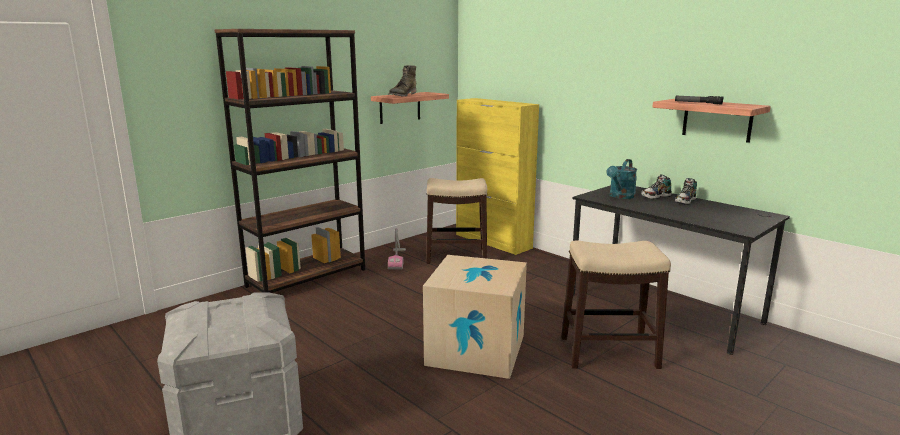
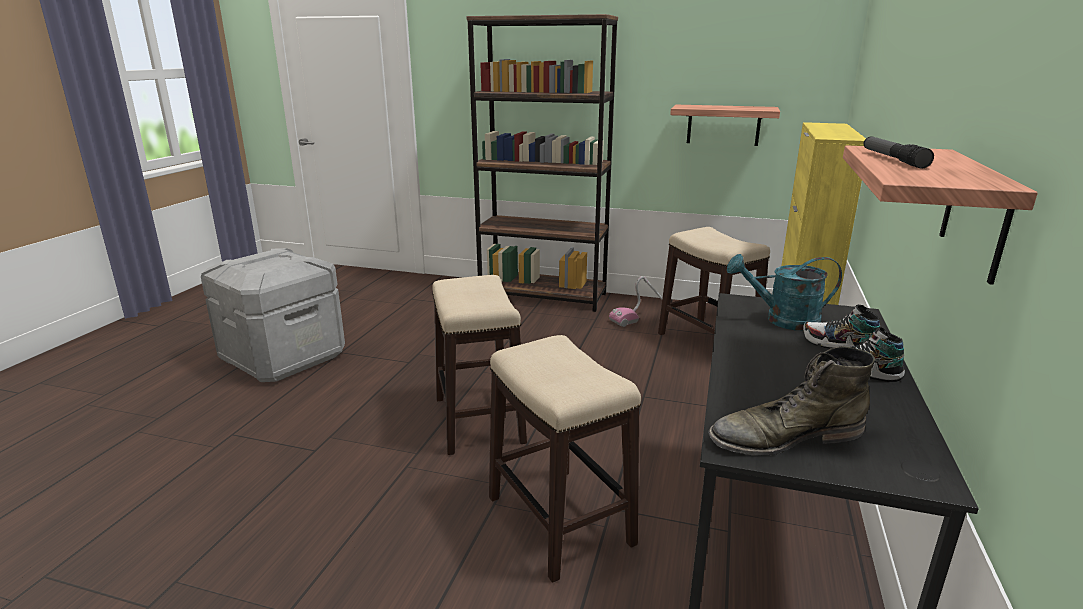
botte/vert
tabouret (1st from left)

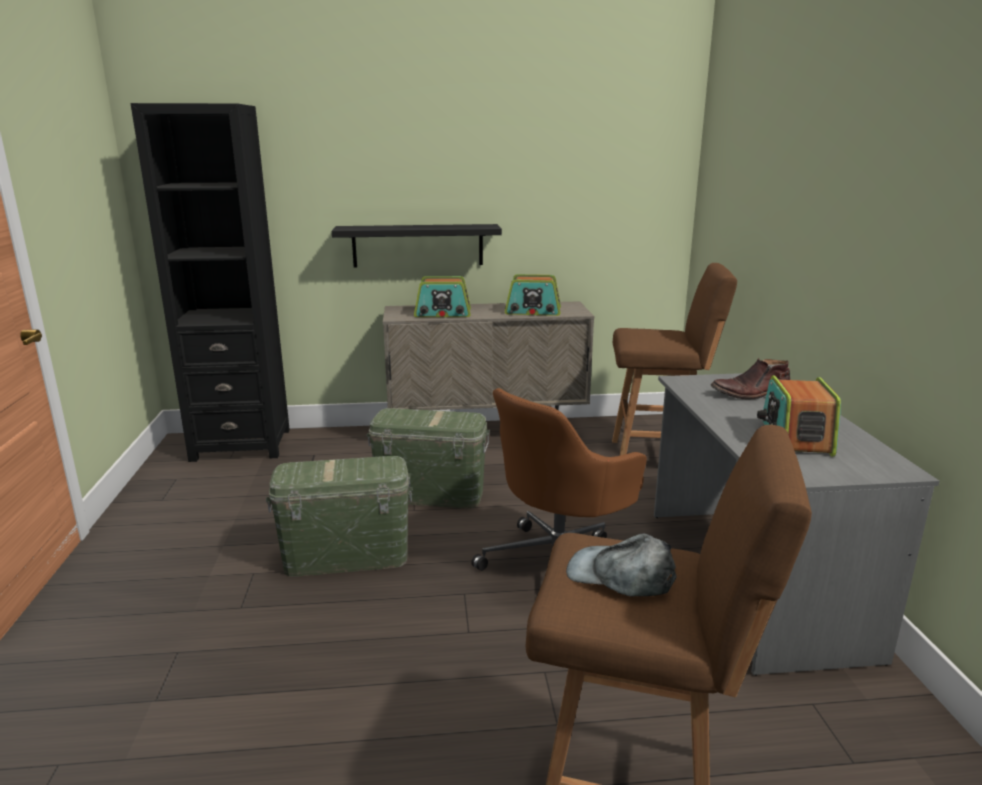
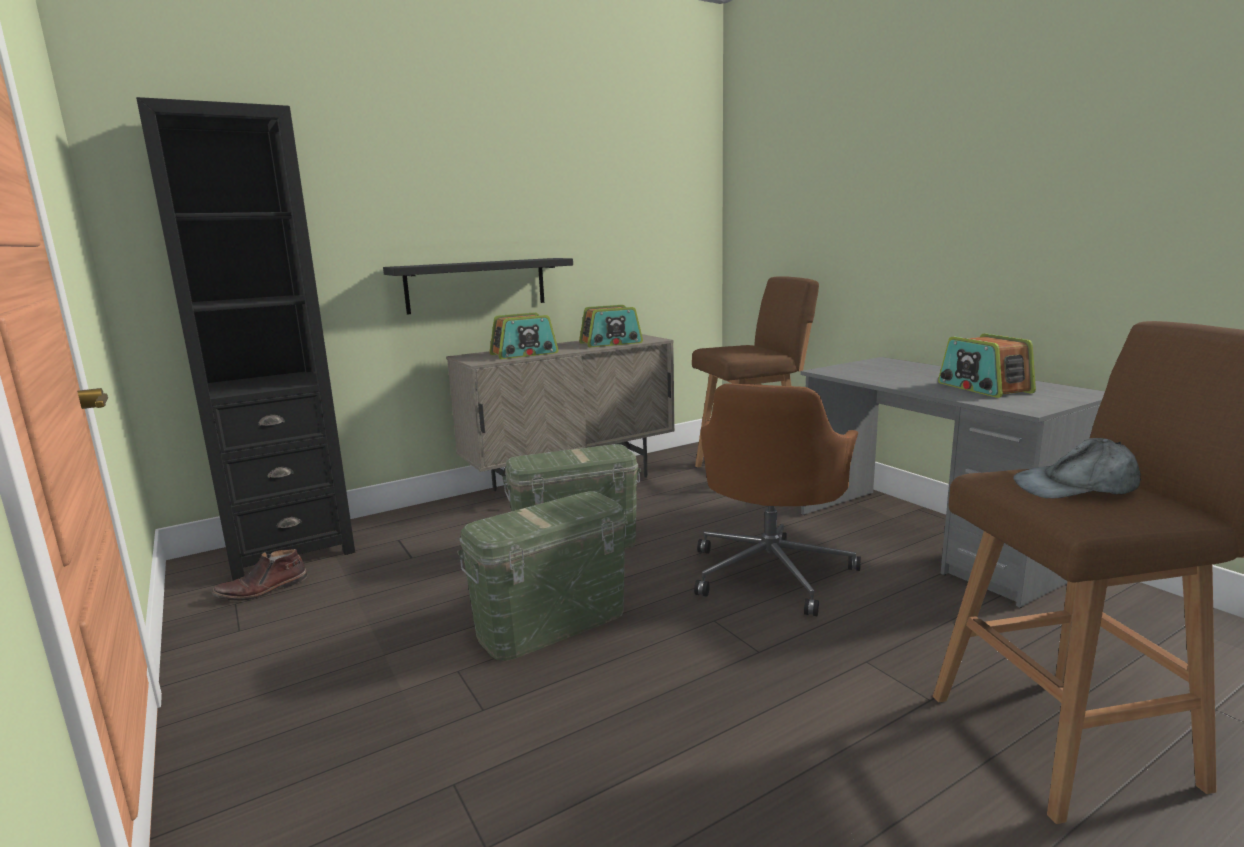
botte/marron

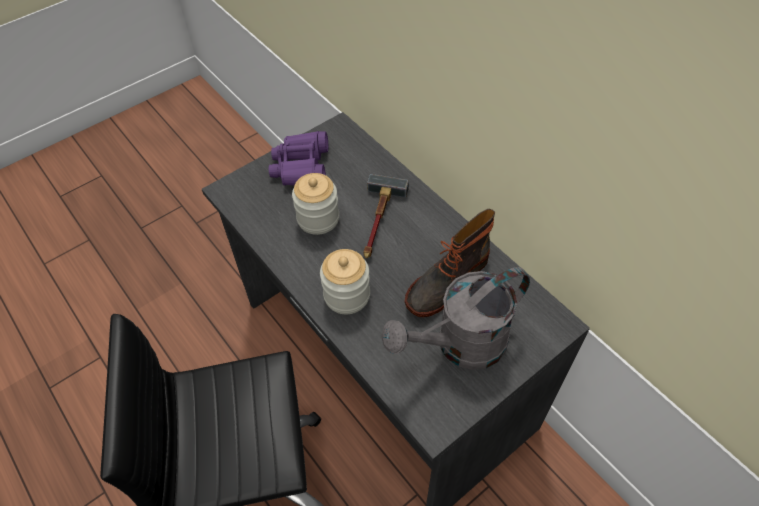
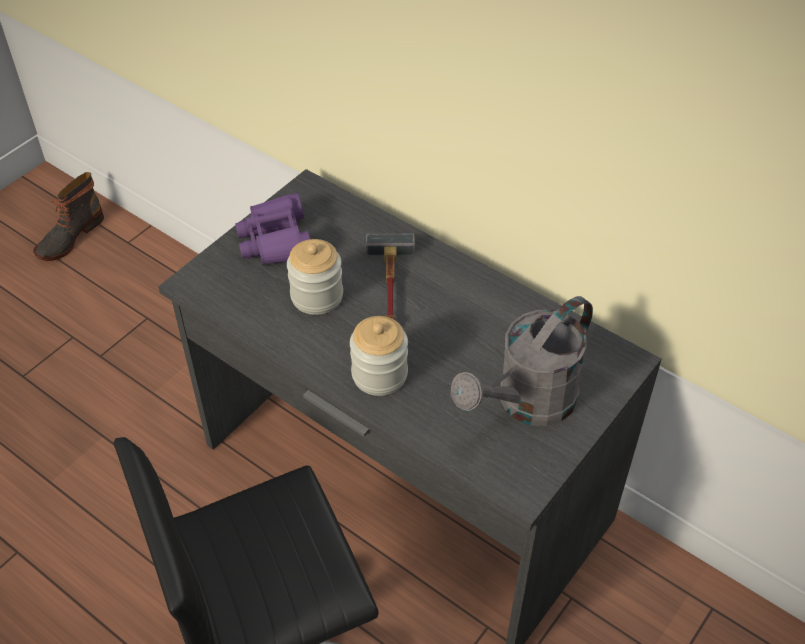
botte

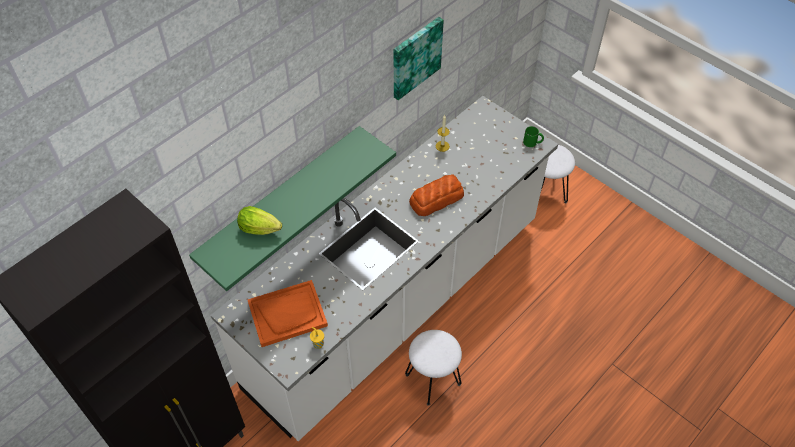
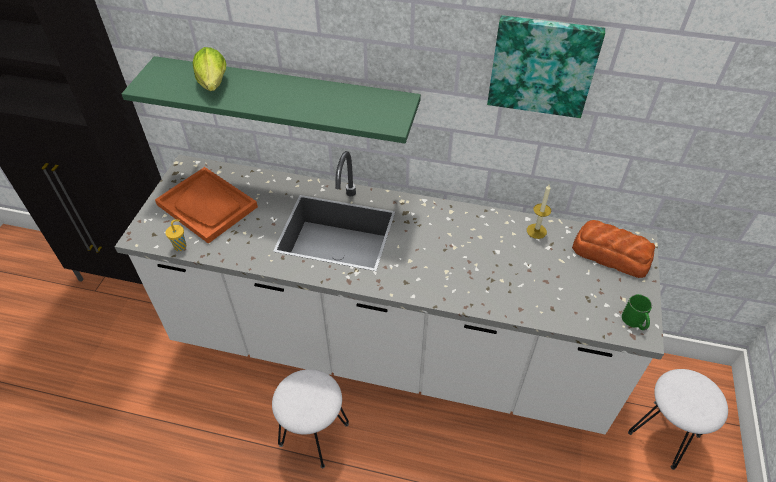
pain

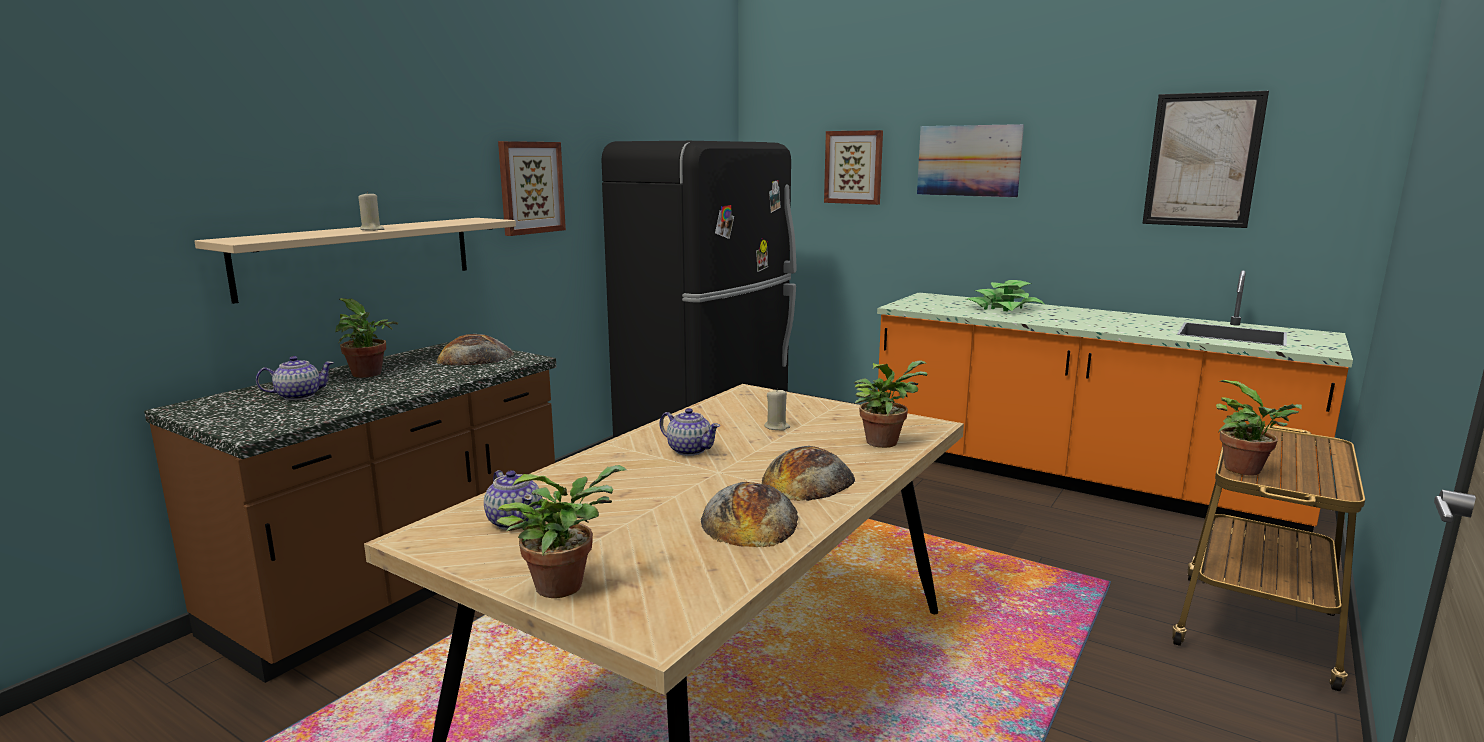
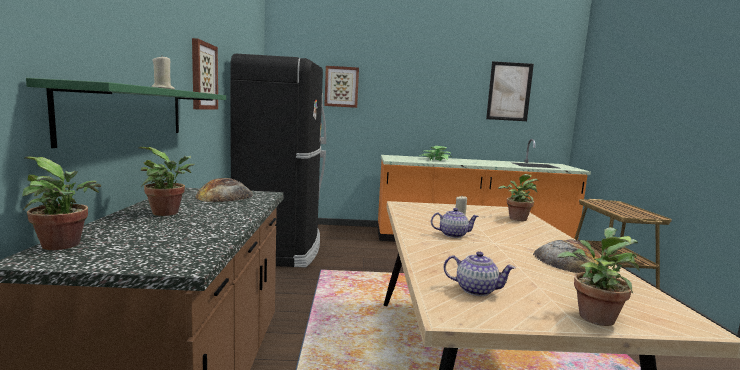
théière (1st from left in the first image)
pain (3rd from left in the first image)
tableau (3rd from left in the first image)
plante en pot (1st from left)
étagère/vert

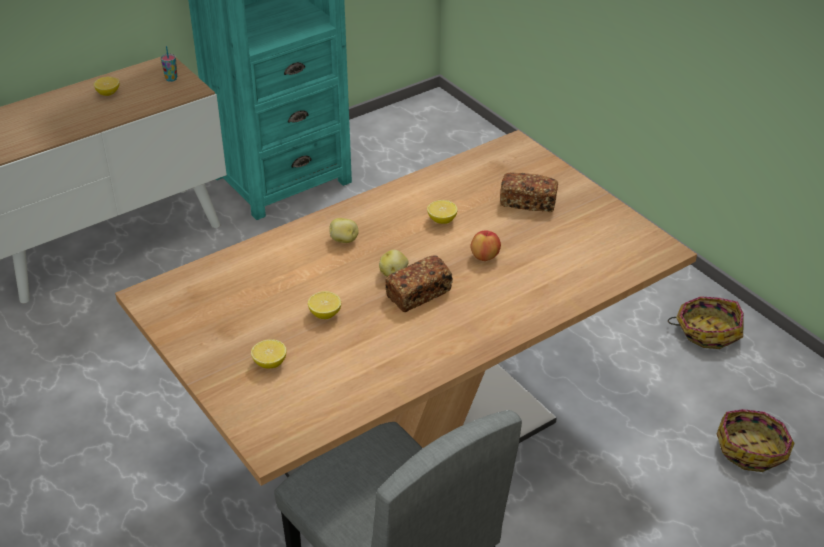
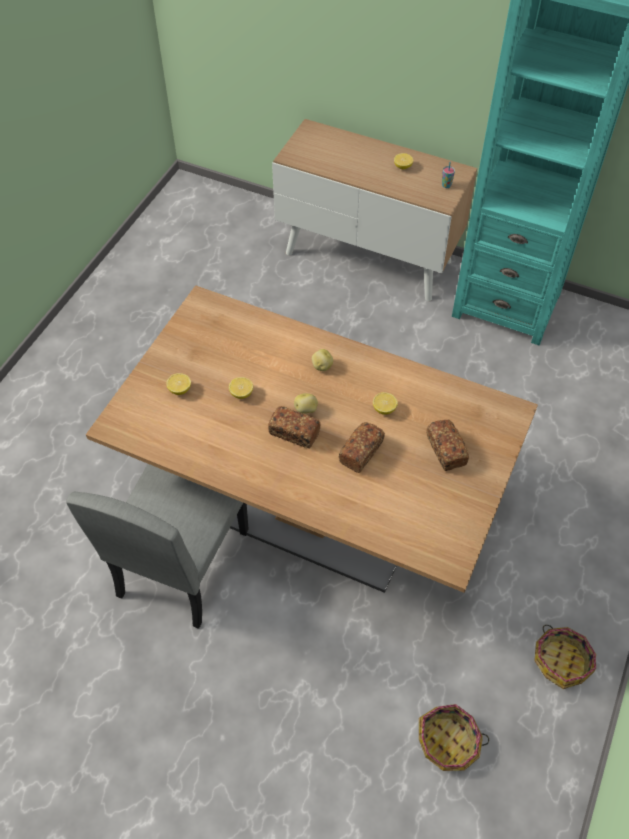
pain (2nd from left)

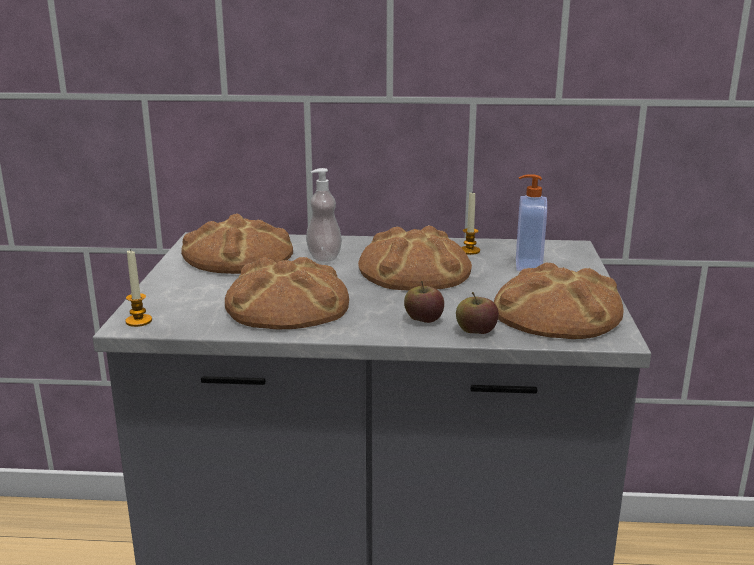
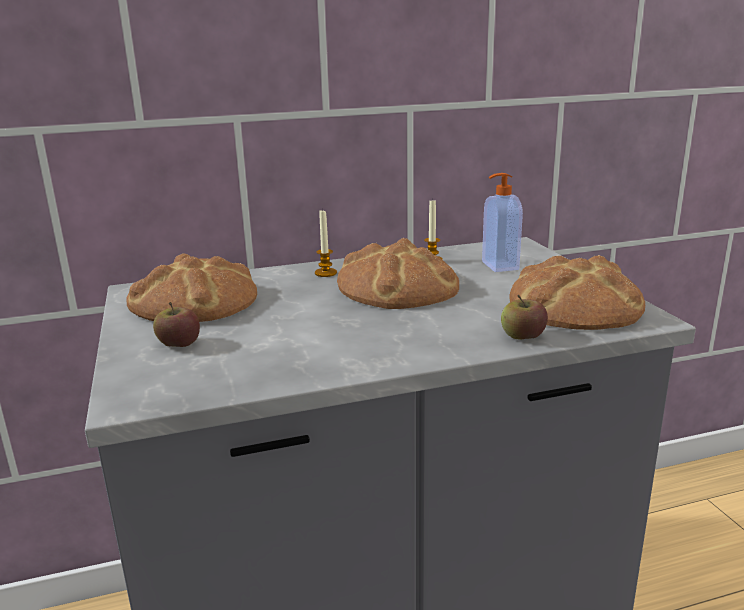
pain (2nd from left in the first image)
distributeur de savon (1st from left in the first image)
bougie (1st from left)
pomme (1st from left)

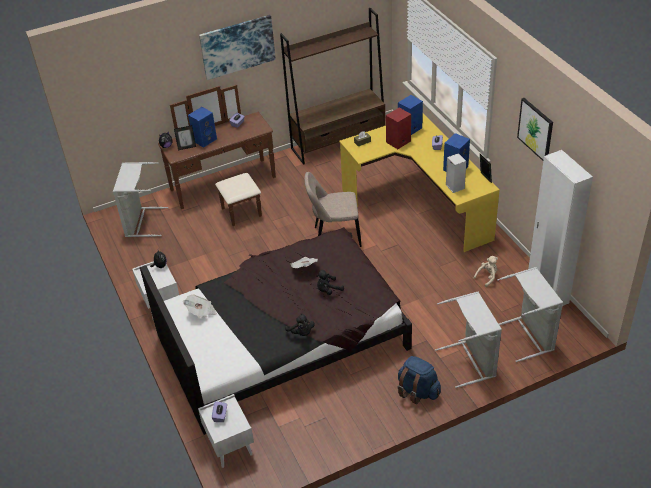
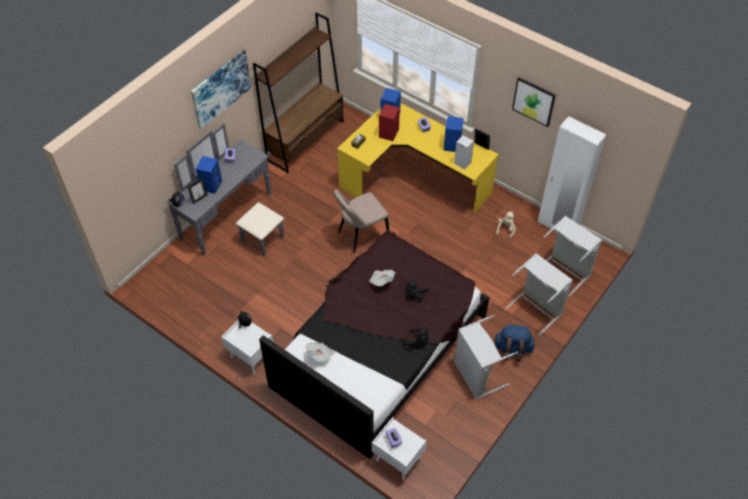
panier à linge/gris (1st from left)
commode/gris

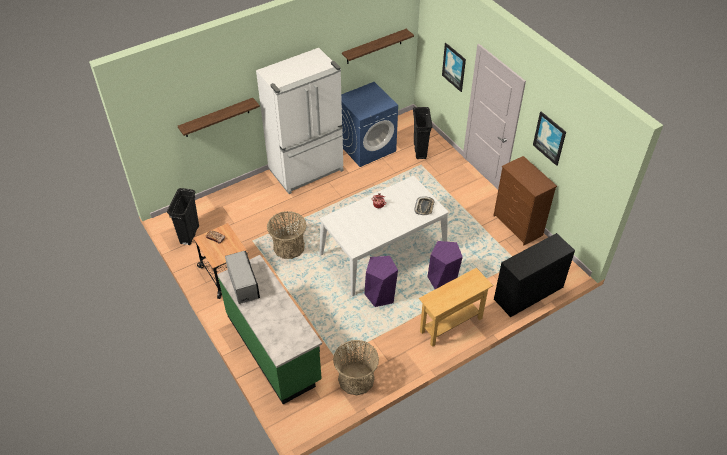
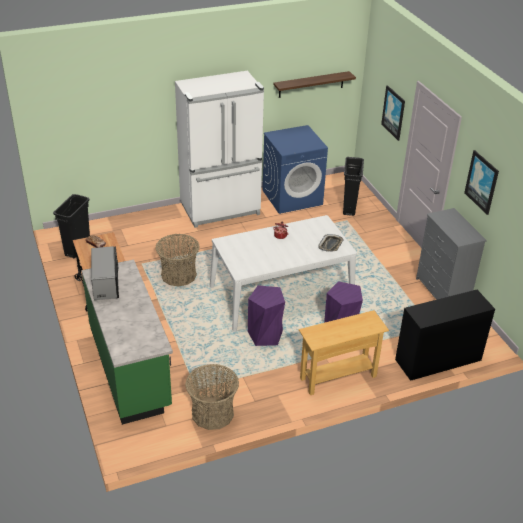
étagère (1st from left in the first image)
commode/gris

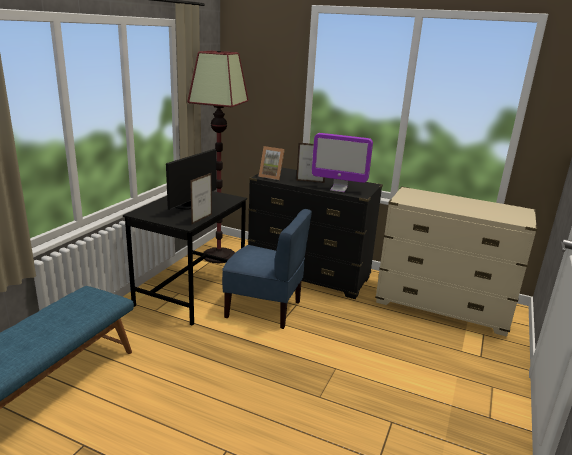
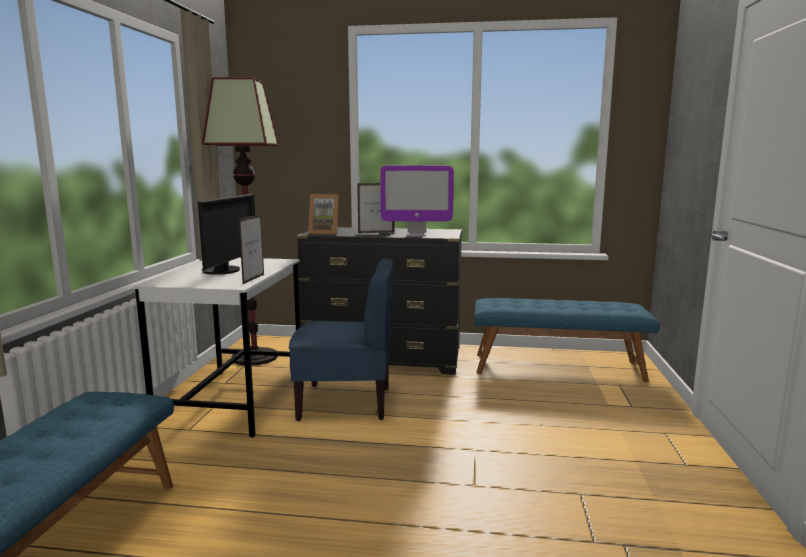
banc/bleu (2nd from left)
bureau/blanc

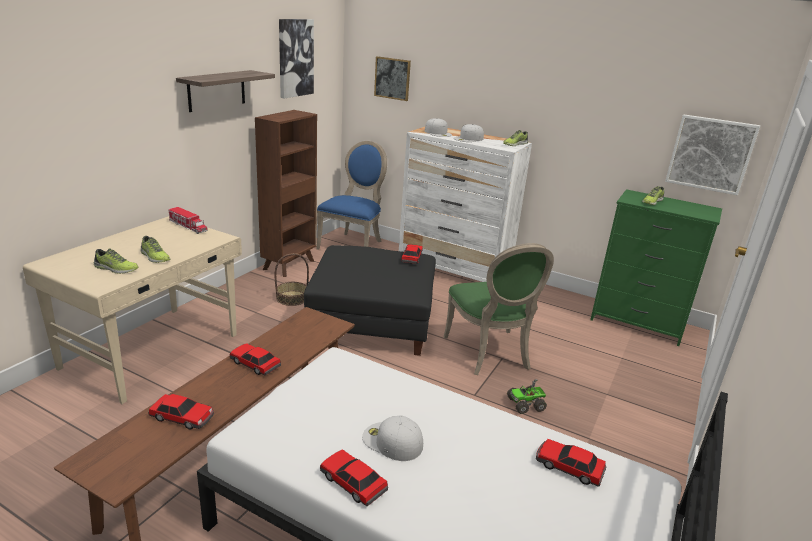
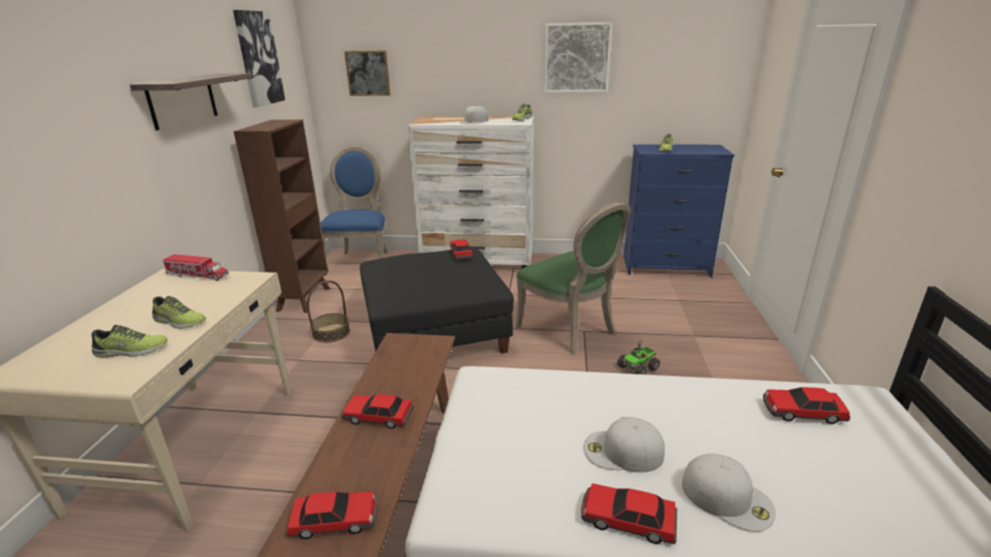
casquette/blanc (3rd from left)
tableau (3rd from left)
commode/bleu

